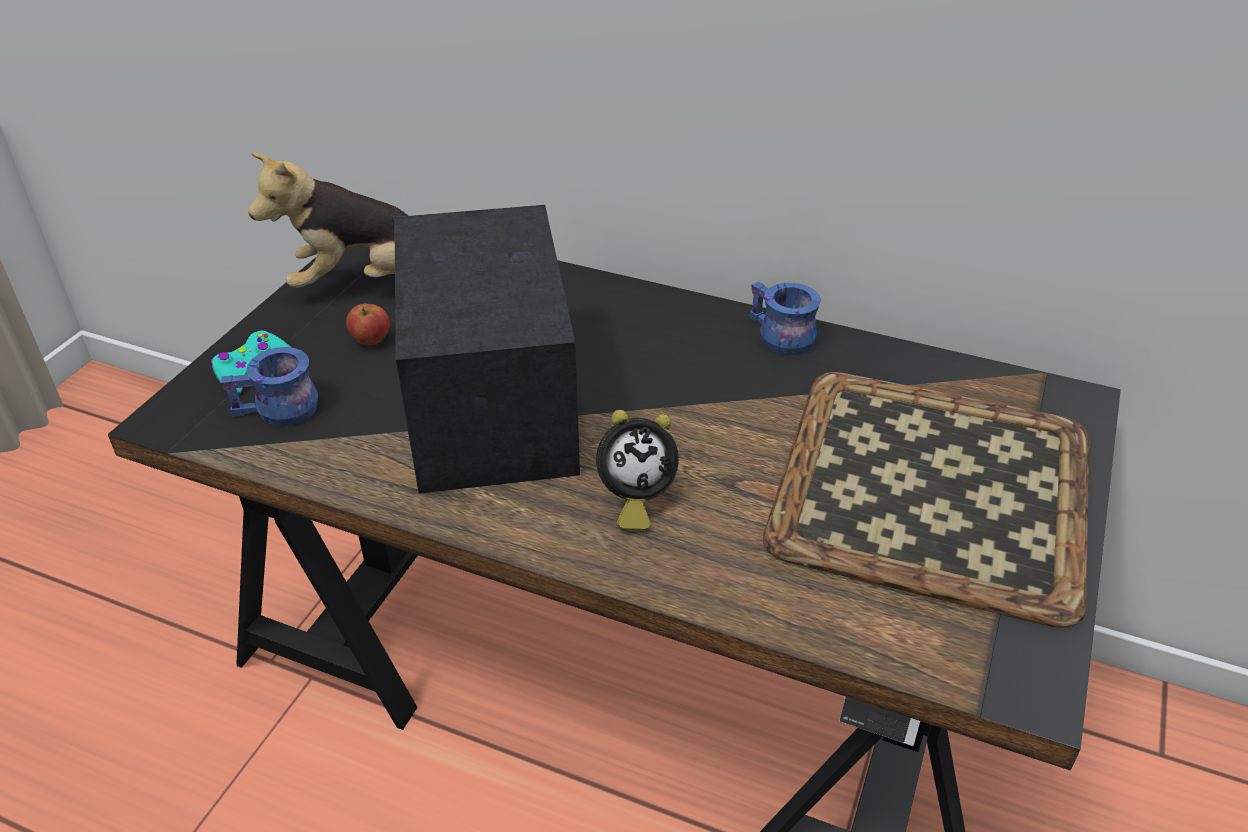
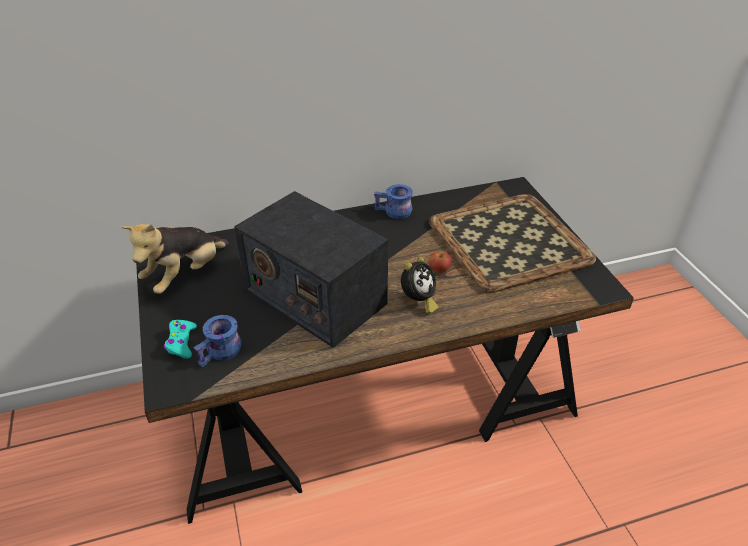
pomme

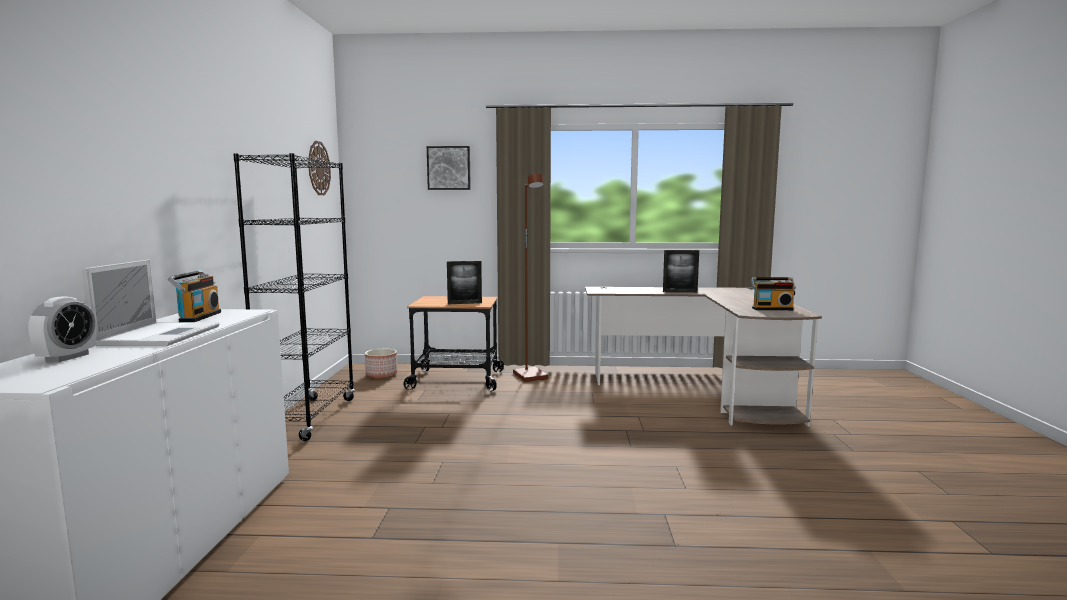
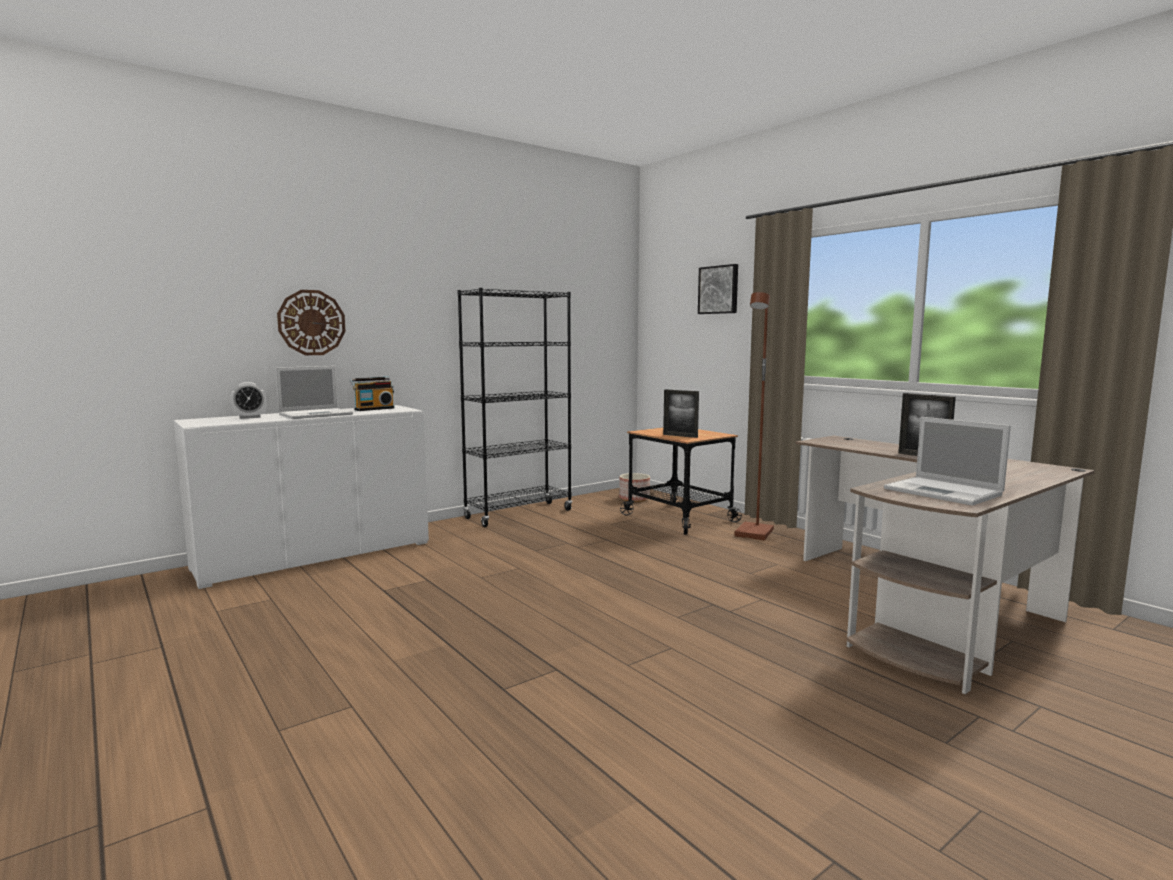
horloge murale
ordinateur portable (2nd from left)

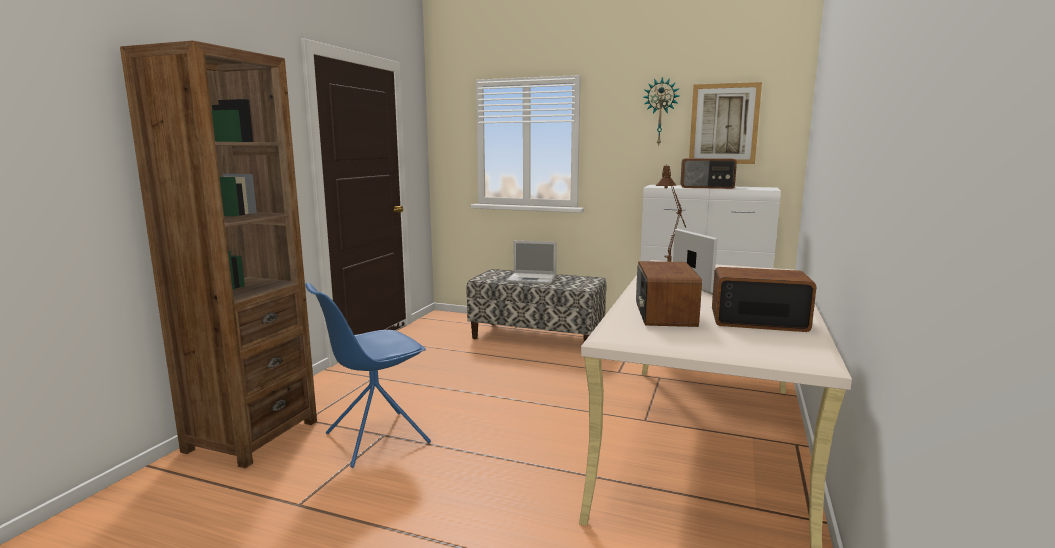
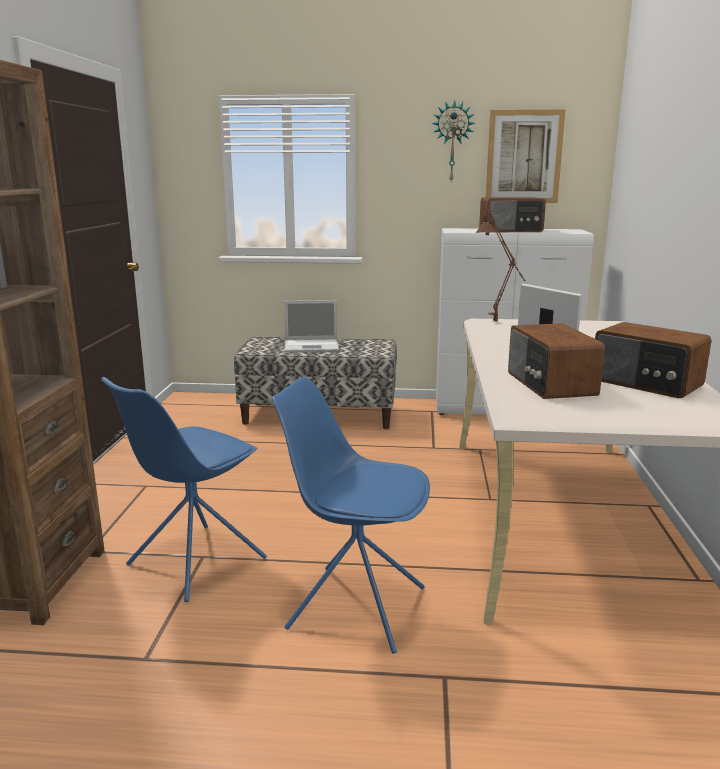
chaise/bleu (2nd from left)
radio (3rd from left)

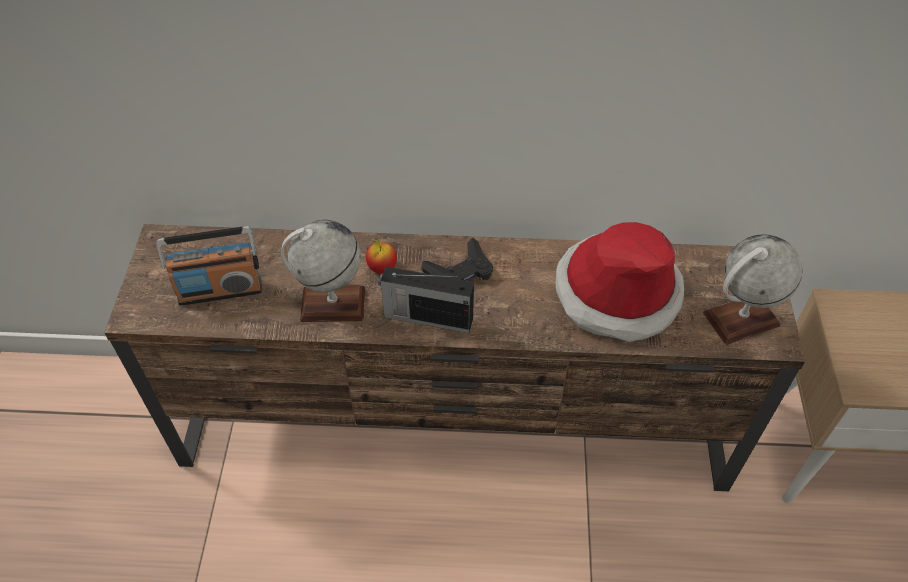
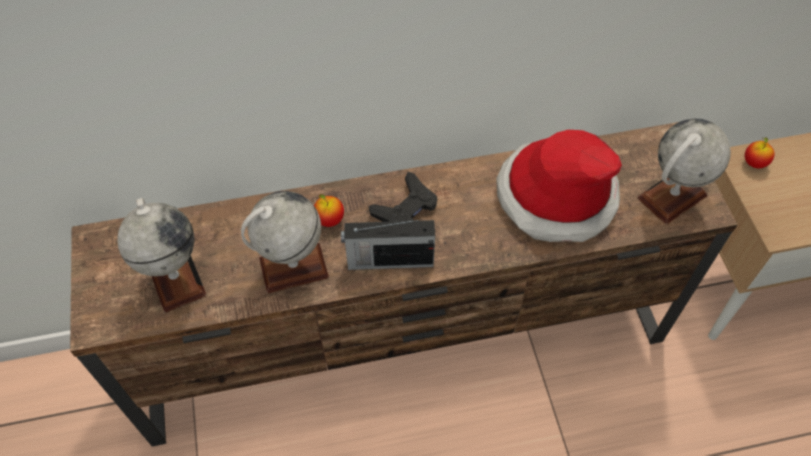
pomme (2nd from left)
globe (1st from left)

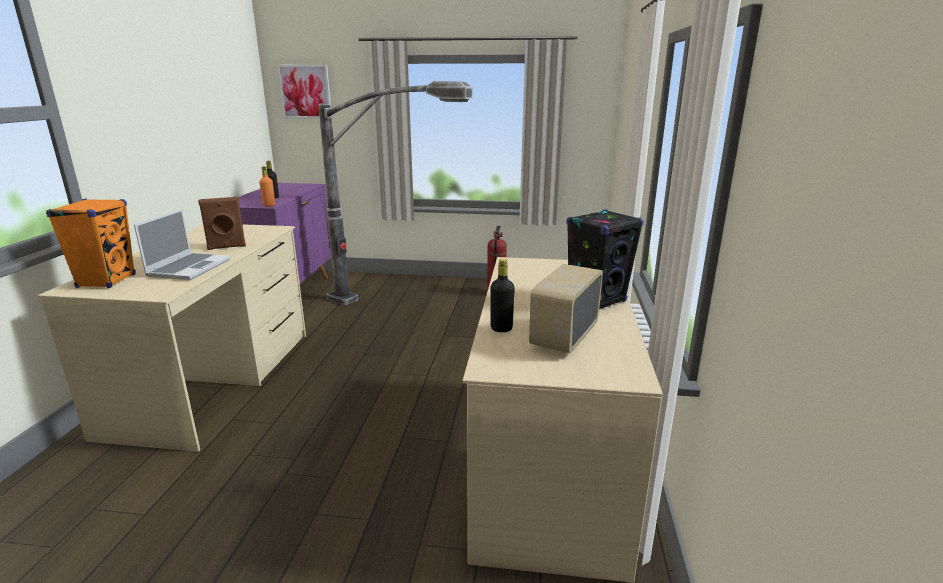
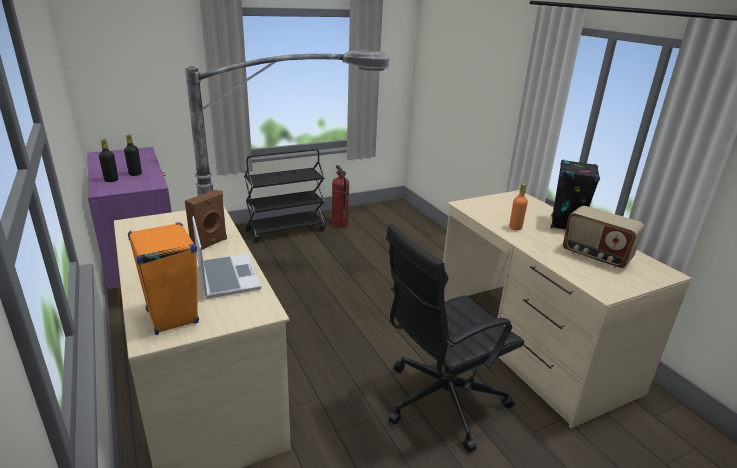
tableau
chariot/noir
chaise de bureau/noir
bouteille/orange
bouteille/noir (1st from left)
radio

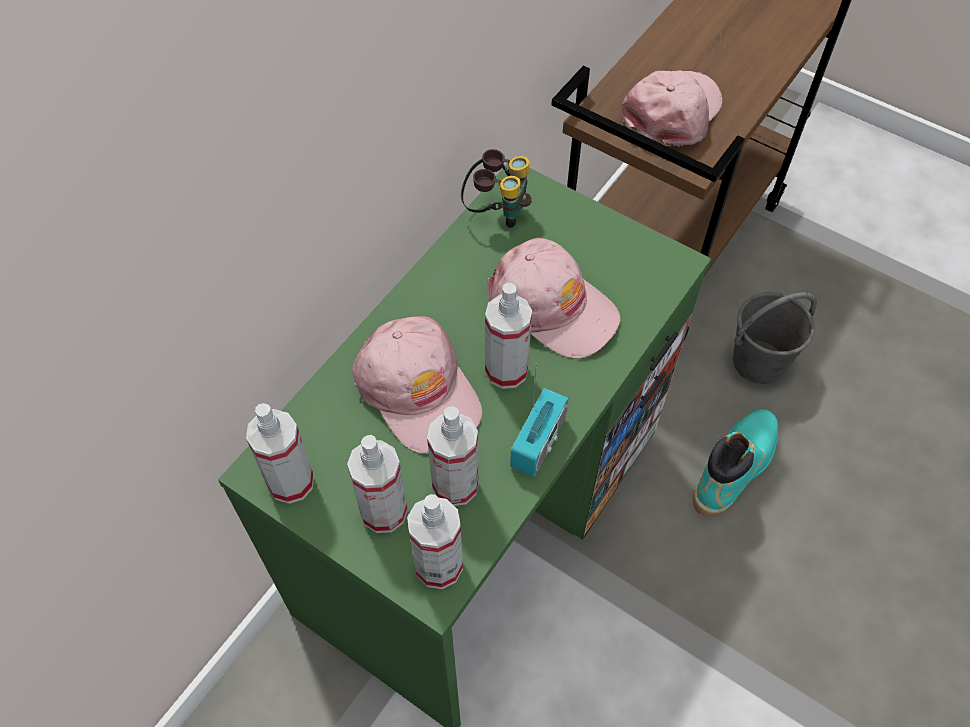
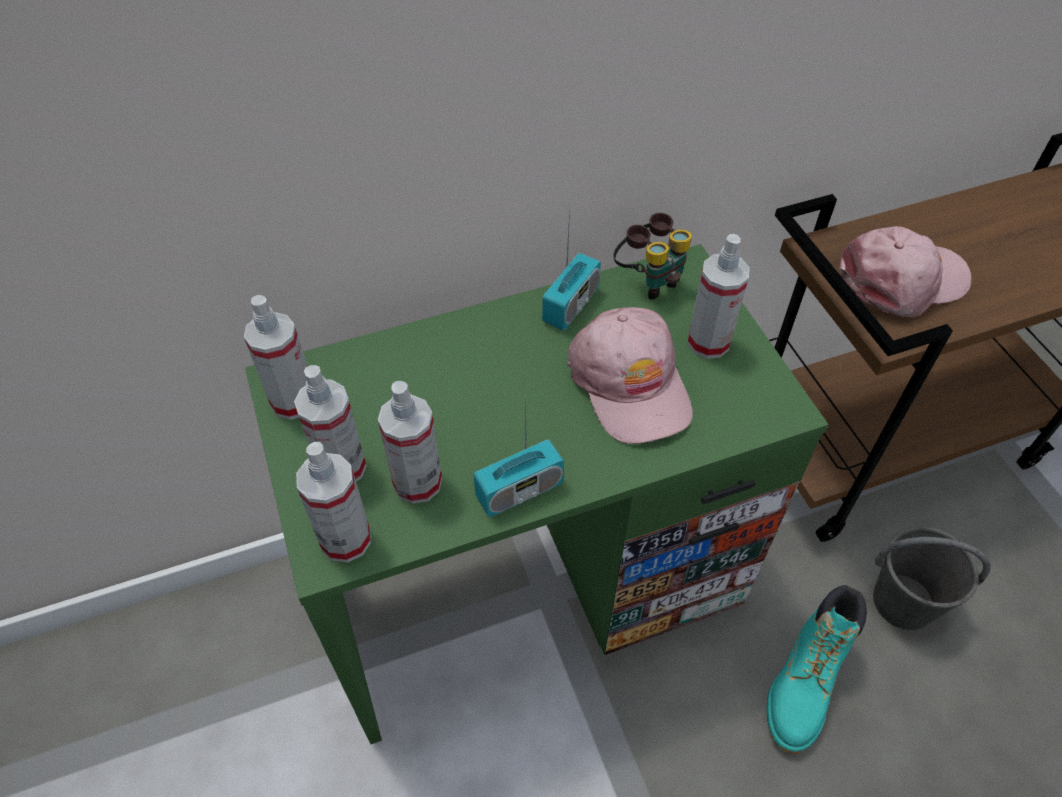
casquette/rose (1st from left in the first image)
radio (2nd from left)
vaporisateur (5th from left)
botte/turquoise

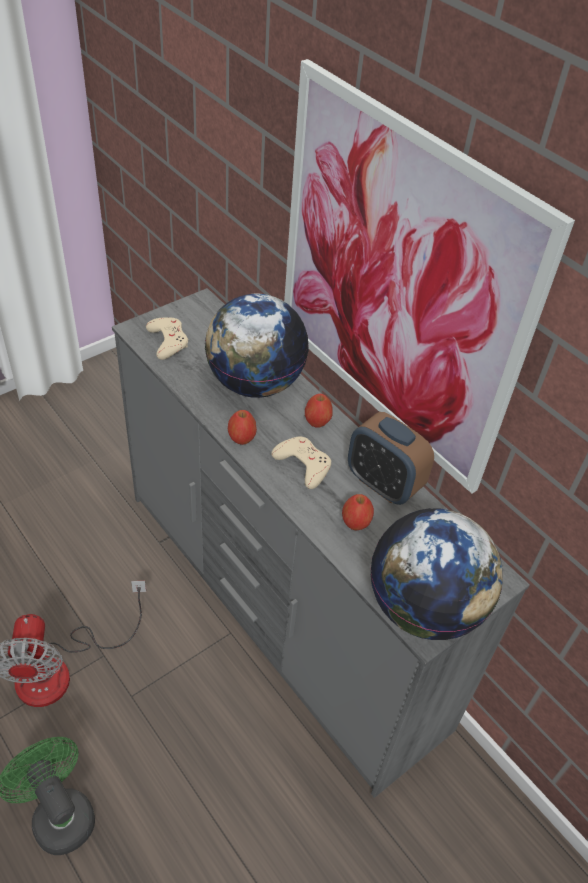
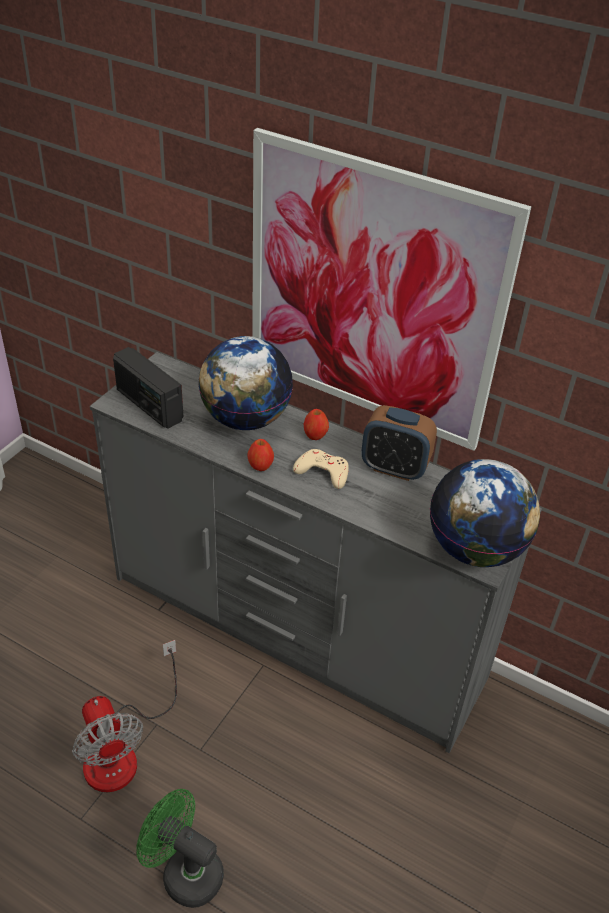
pomme (3rd from left in the first image)
radio

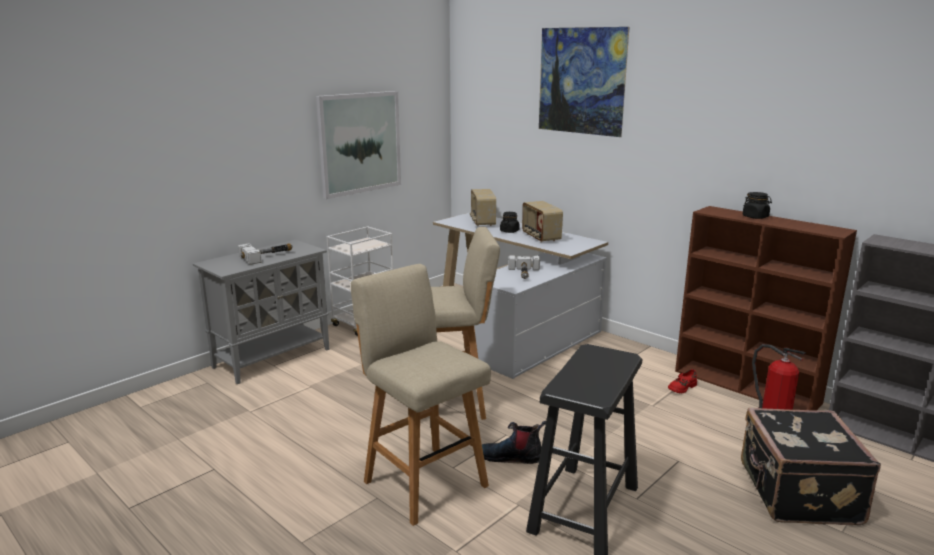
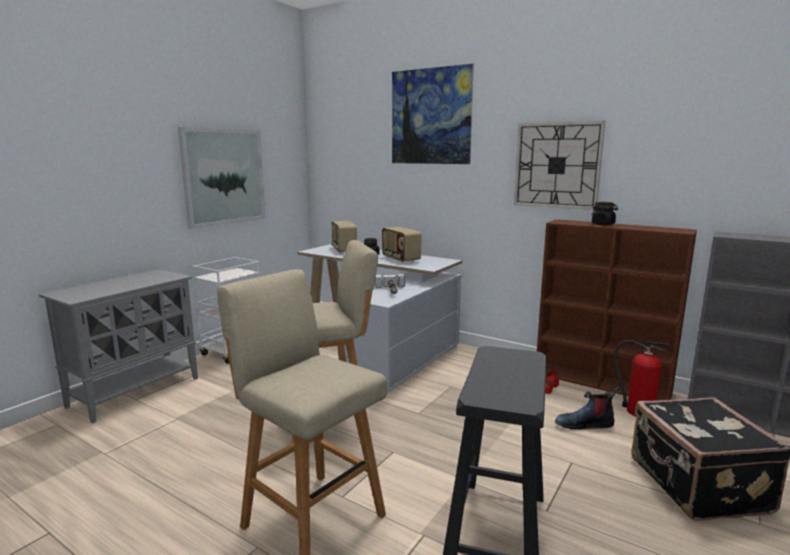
marteau (1st from left in the first image)
horloge murale
botte

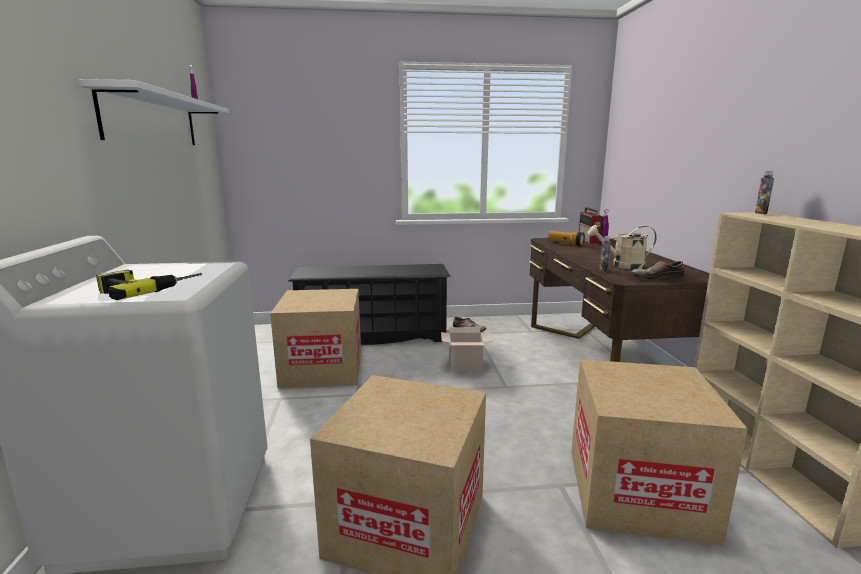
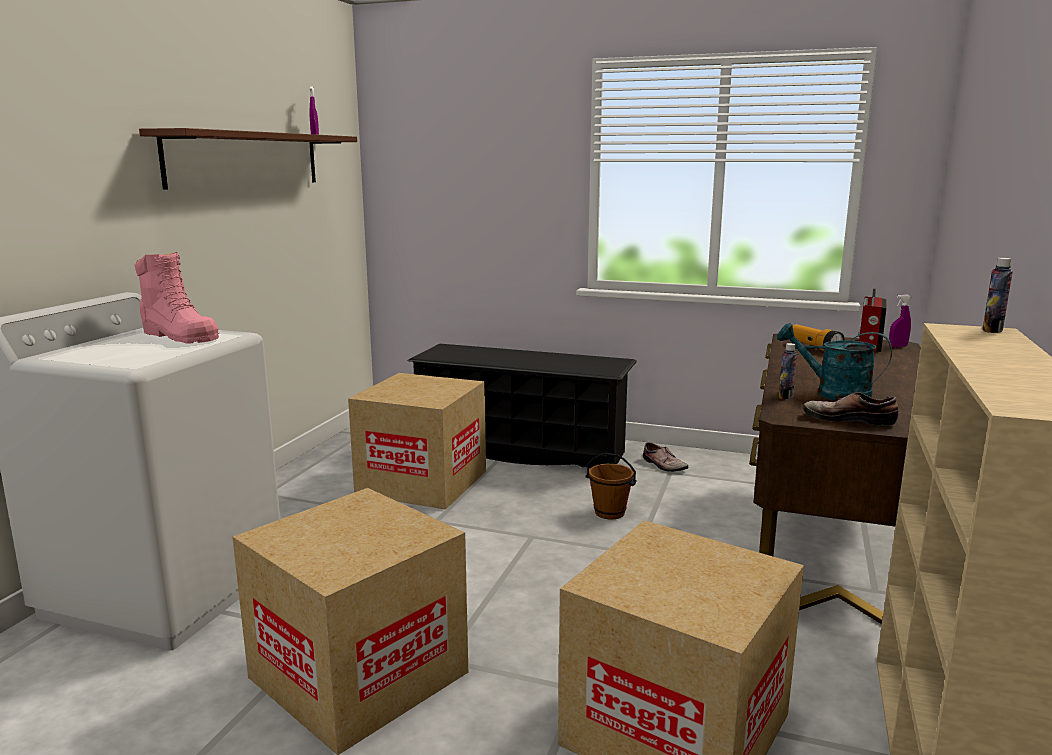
perceuse
botte/rose
seau/marron
étagère/marron
arrosoir/turquoise

